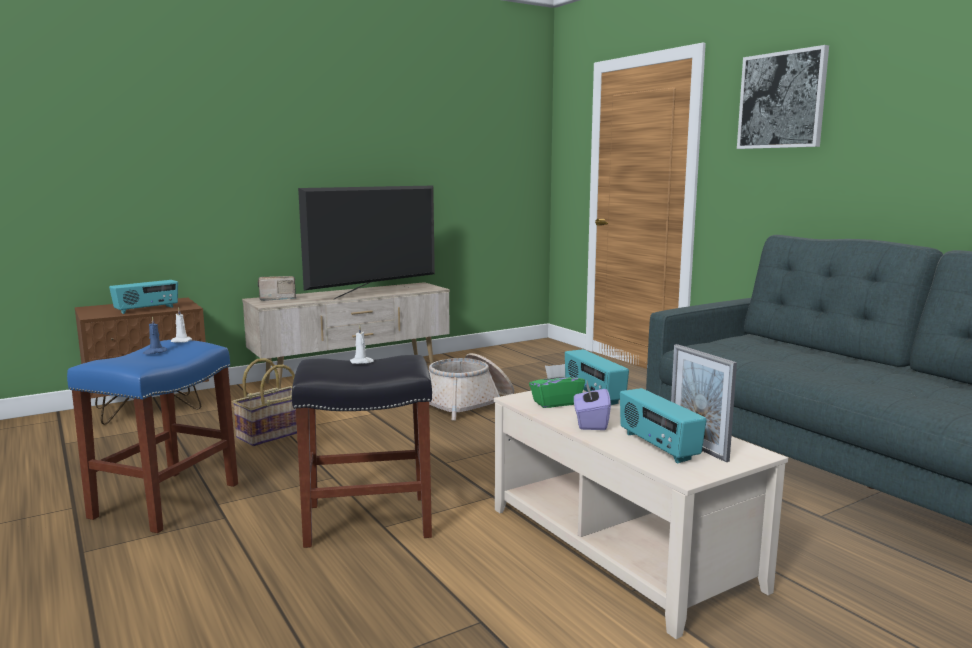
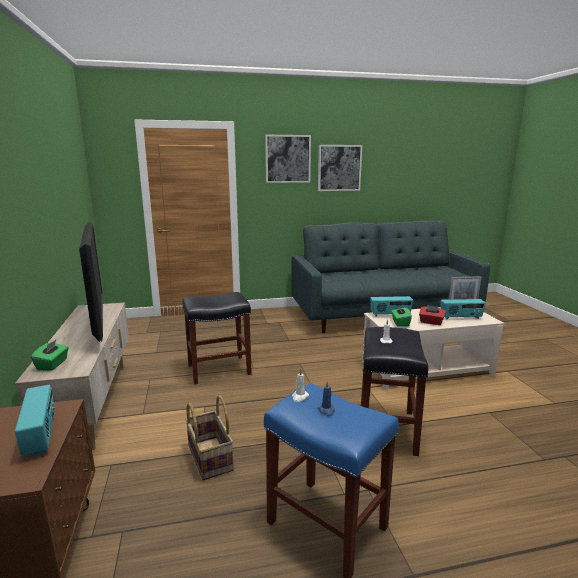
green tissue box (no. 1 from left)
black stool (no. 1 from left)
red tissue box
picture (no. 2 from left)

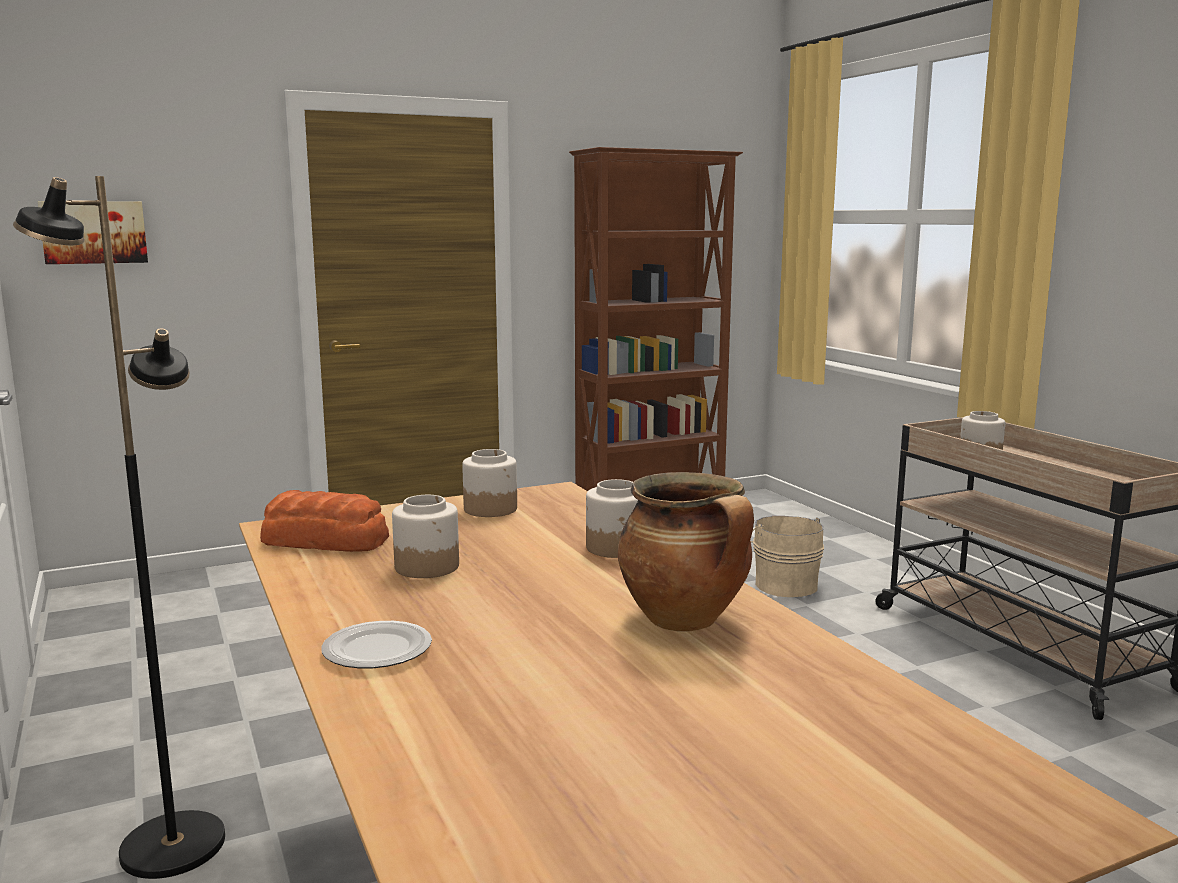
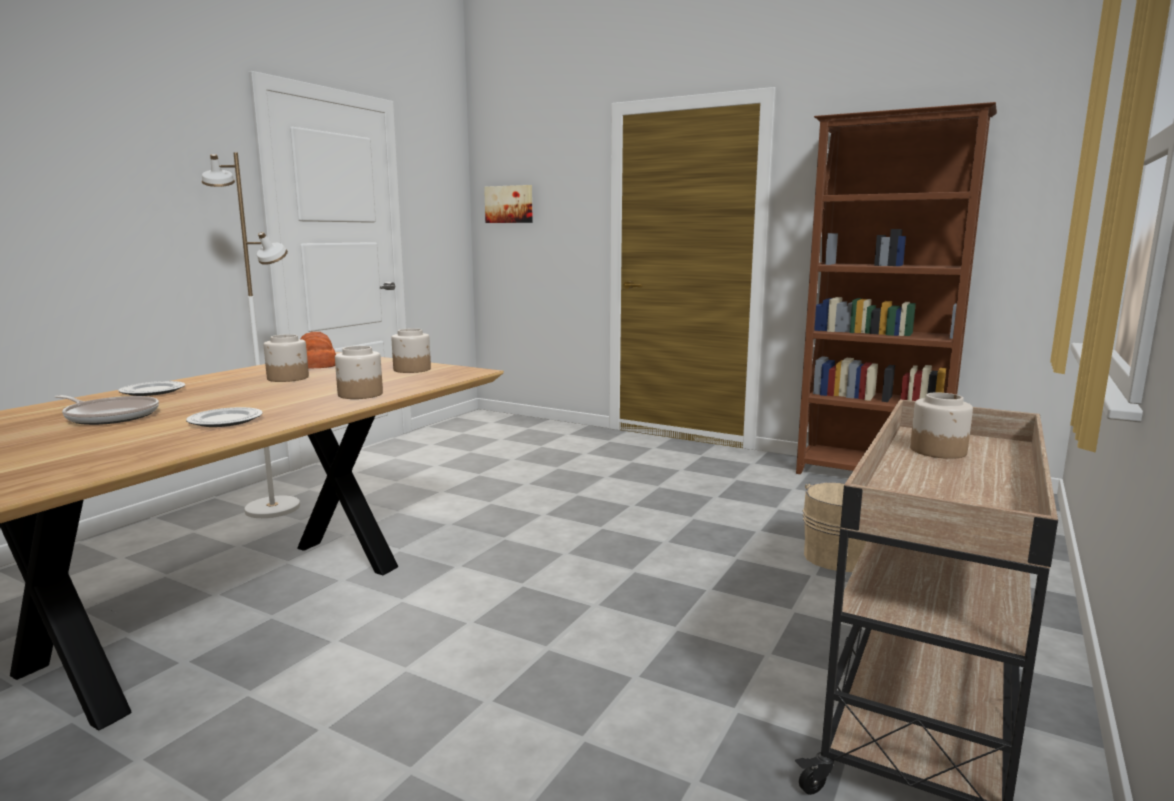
white floor lamp
plate (no. 2 from left)
frying pan

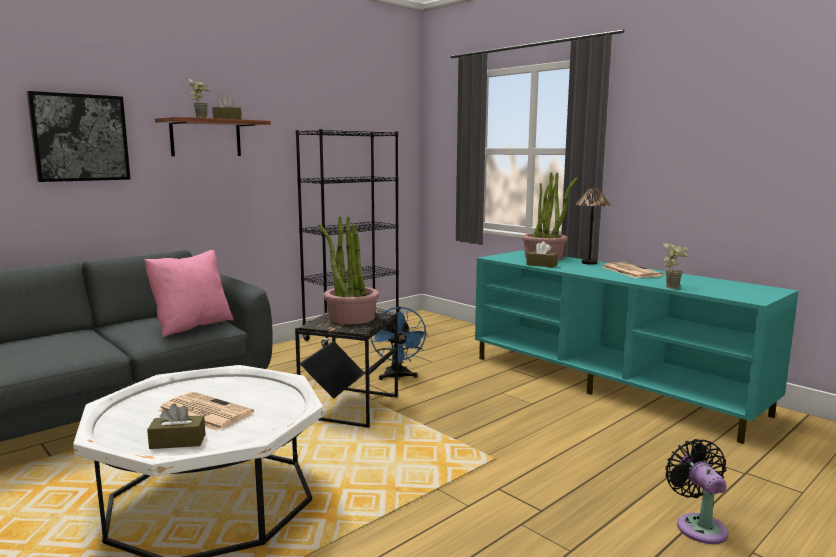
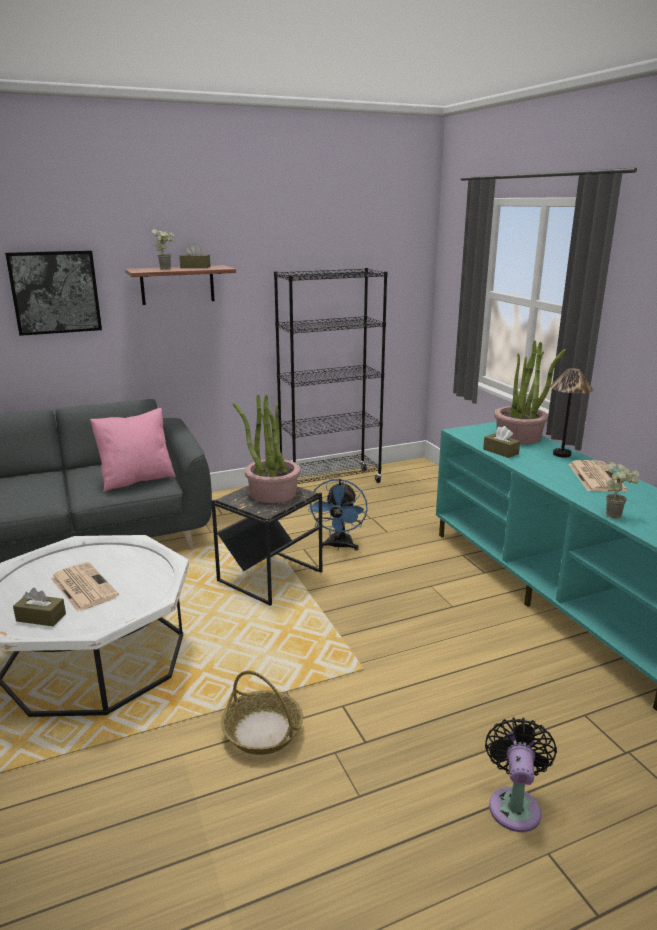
basket

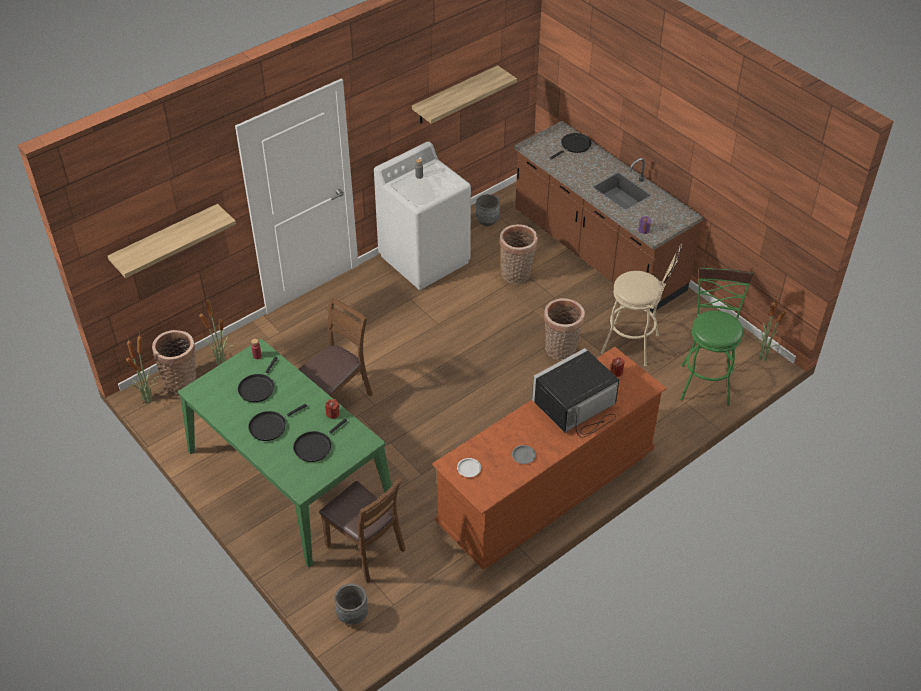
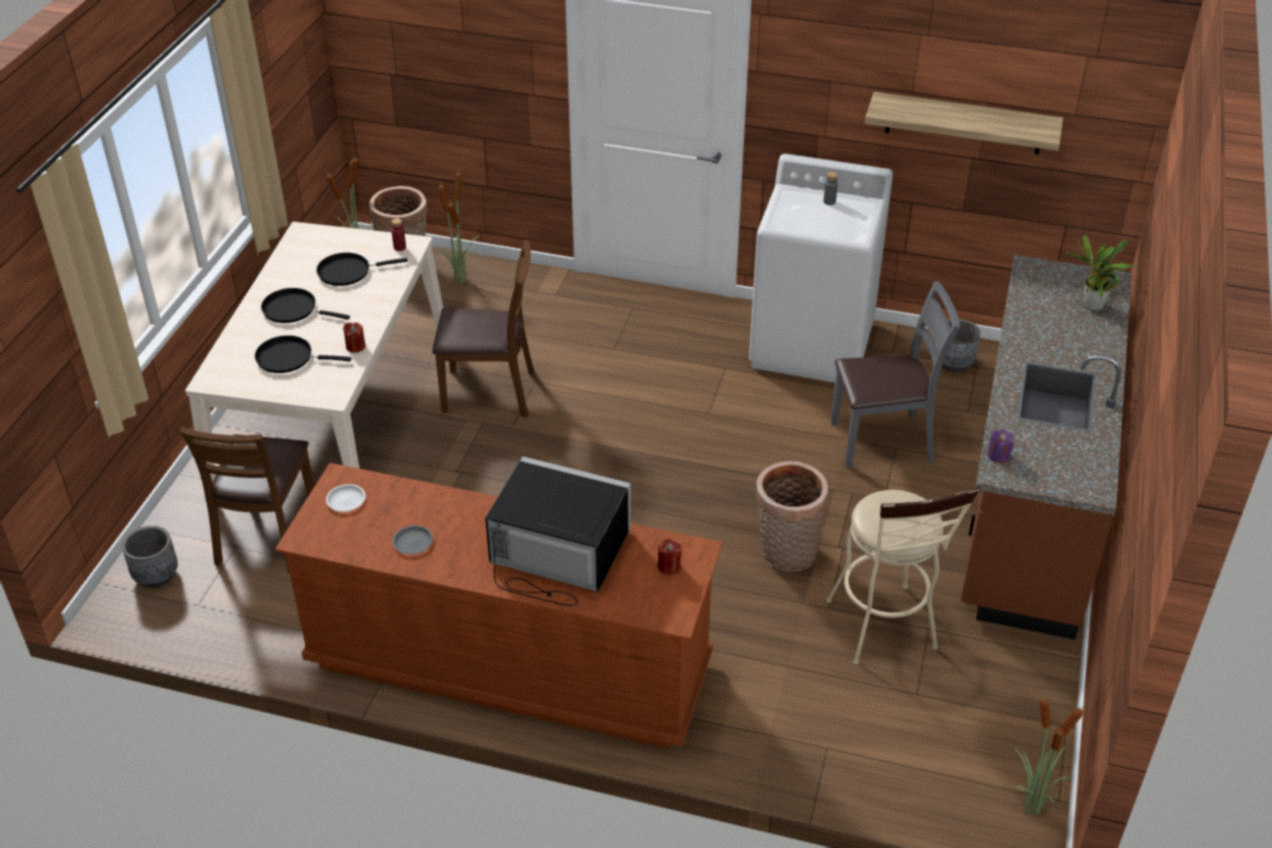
shelf (no. 1 from left in the first image)
beige dining table
grey chair
potted plant (no. 4 from left)
green stool

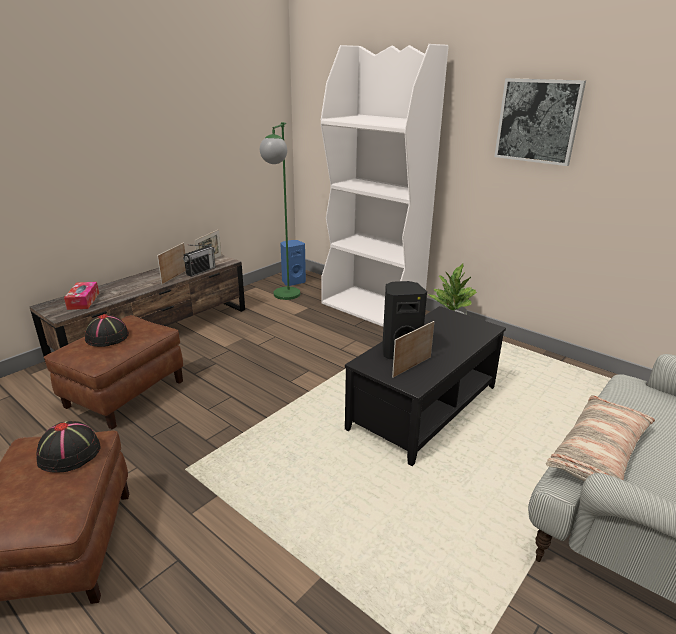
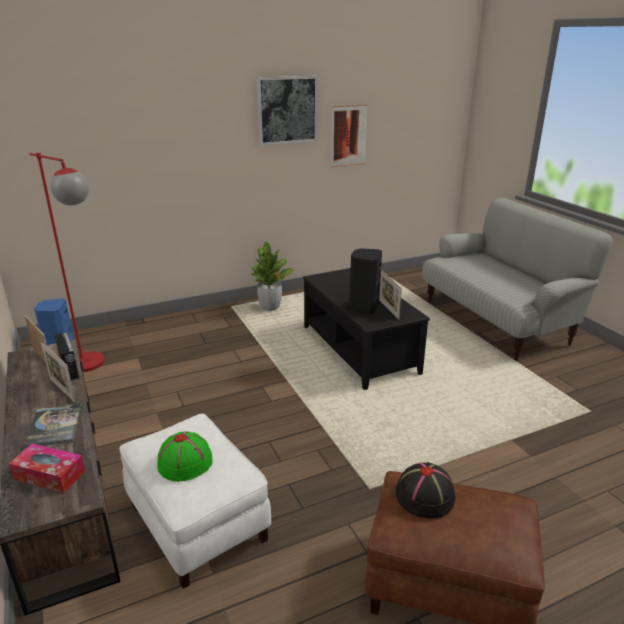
white ottoman
green hat
red floor lamp
white bookcase
pillow
book
picture (no. 2 from left)

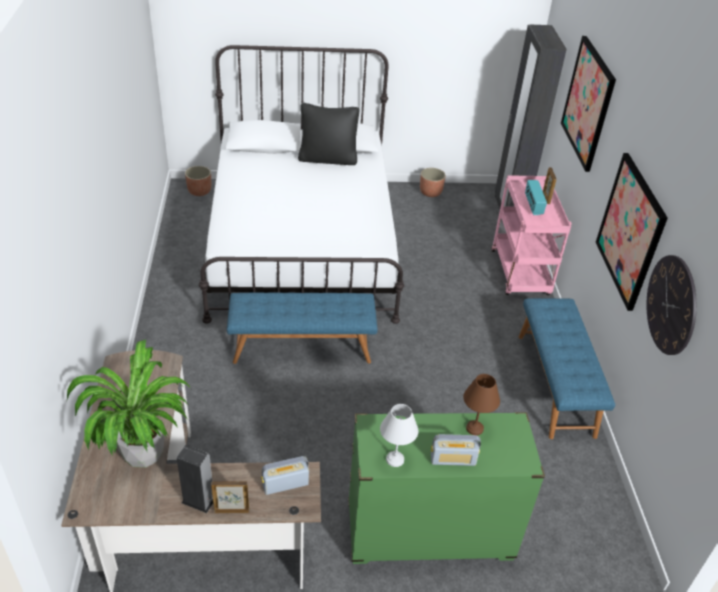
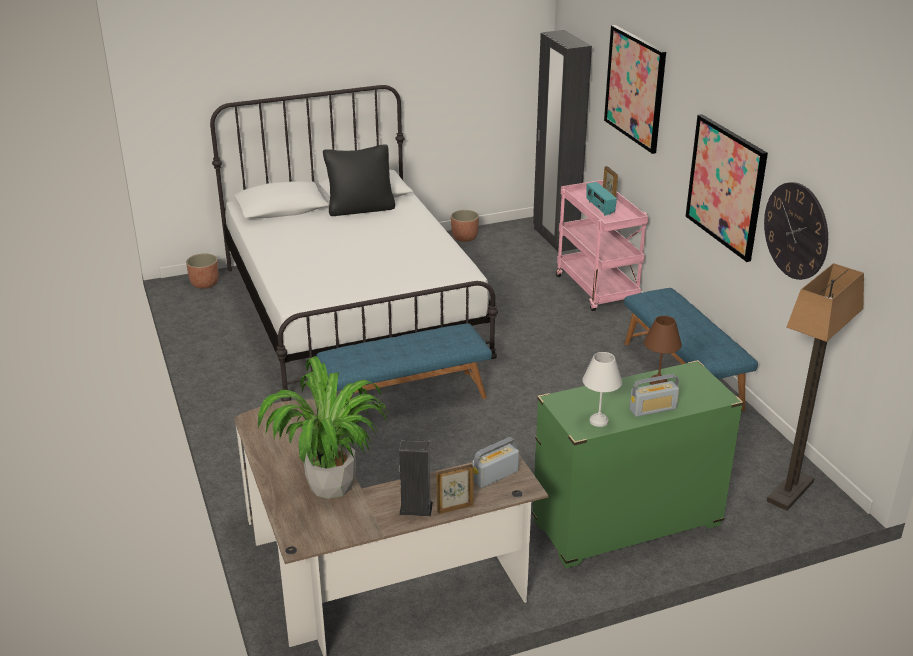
floor lamp

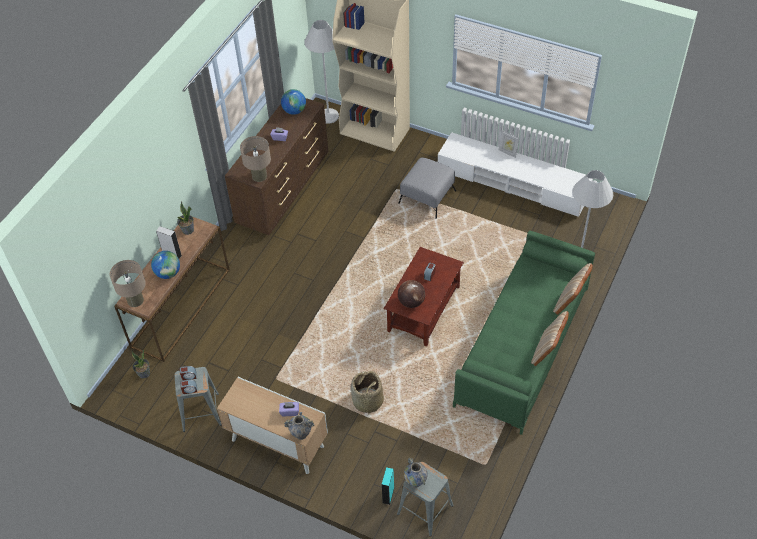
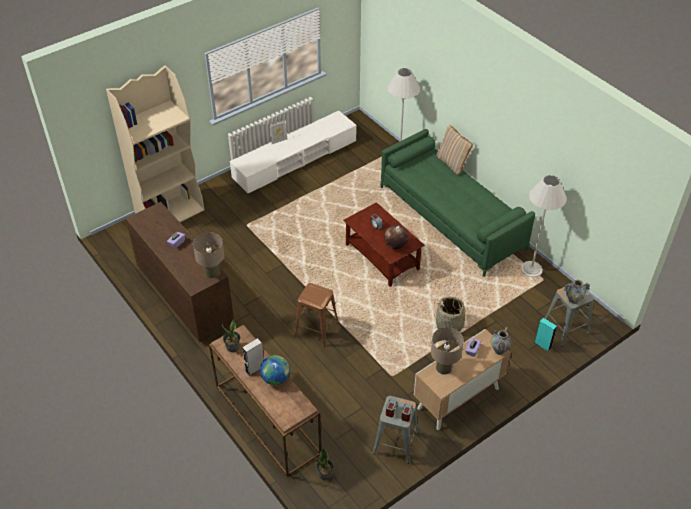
beige table lamp (no. 2 from left)
globe (no. 2 from left in the first image)
white floor lamp (no. 2 from left)
grey ottoman
beige pillow (no. 1 from left in the first image)
brown stool

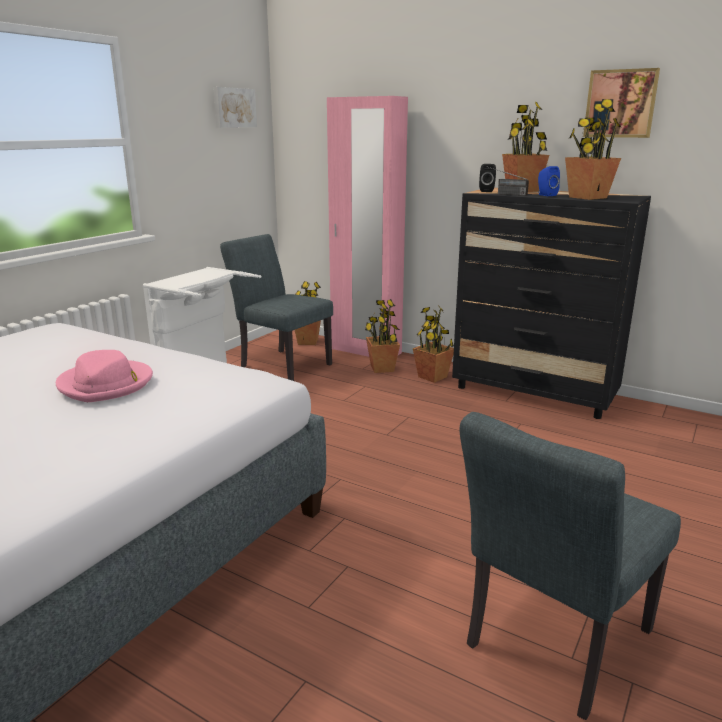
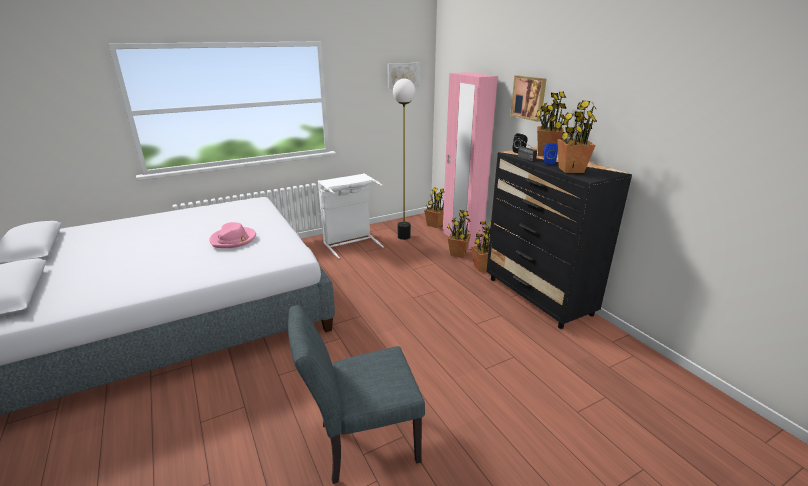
floor lamp
picture (no. 2 from left)

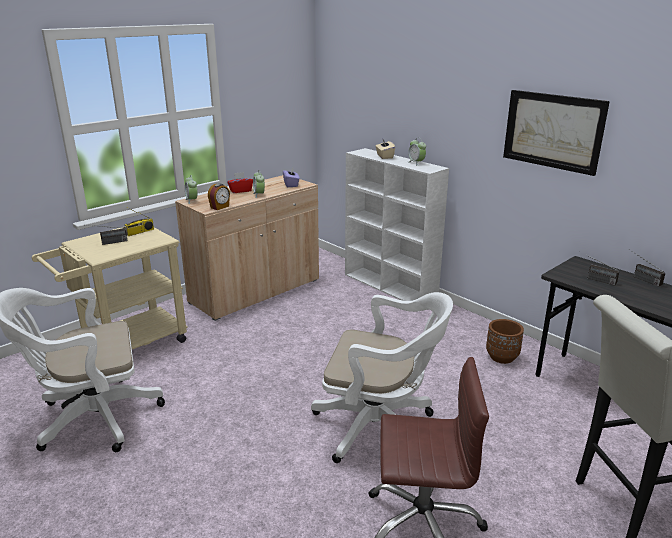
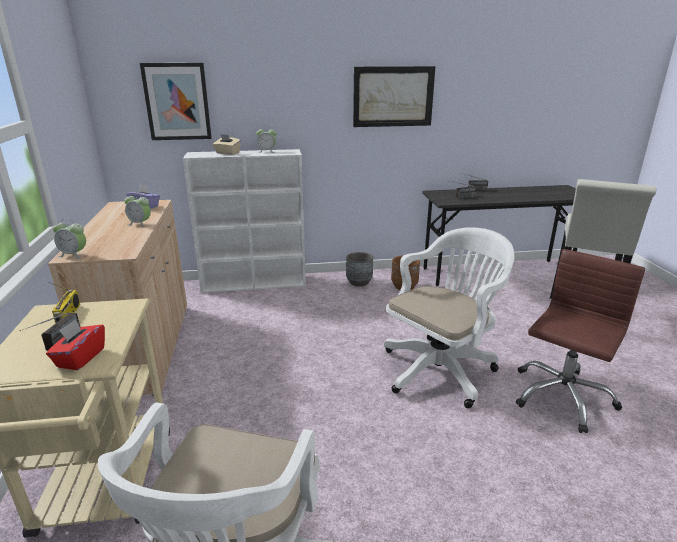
alarm clock (no. 2 from left in the first image)
red tissue box
picture (no. 1 from left)
grey planter

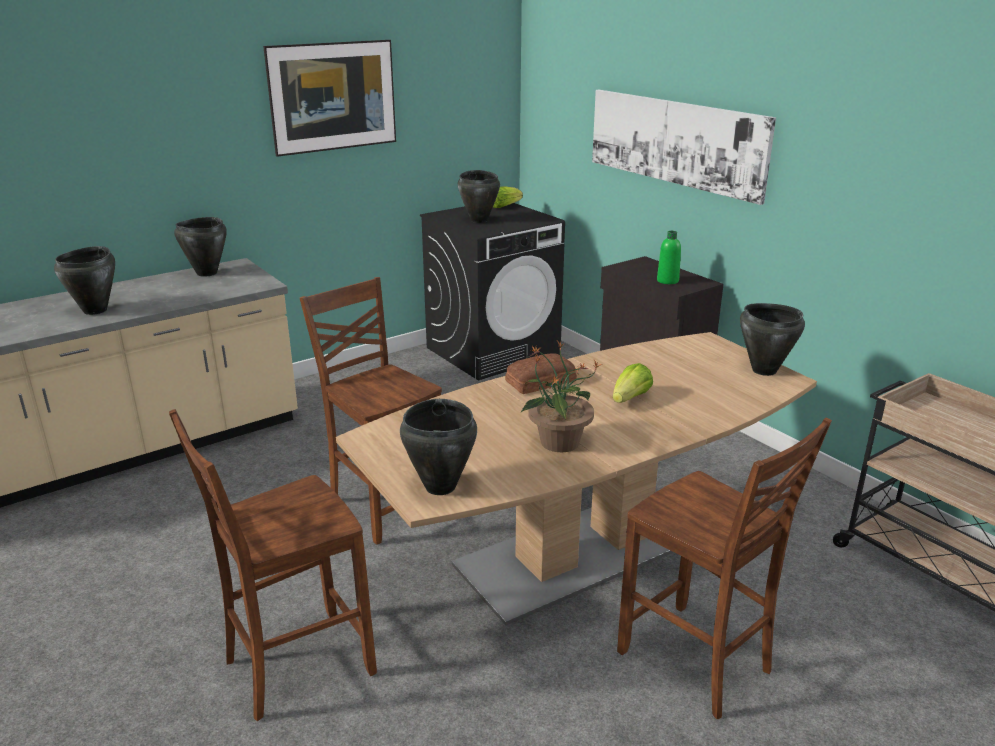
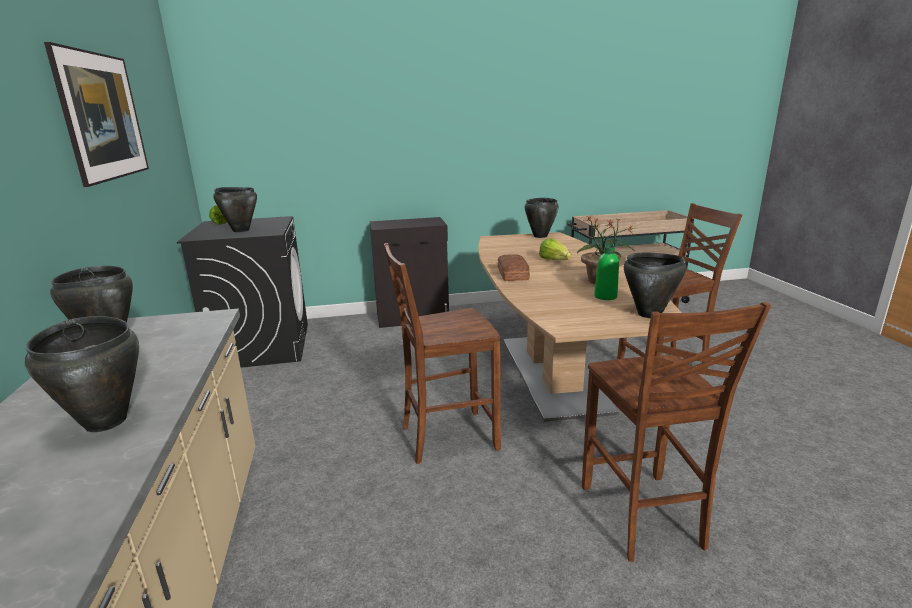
picture (no. 2 from left in the first image)
green bottle

